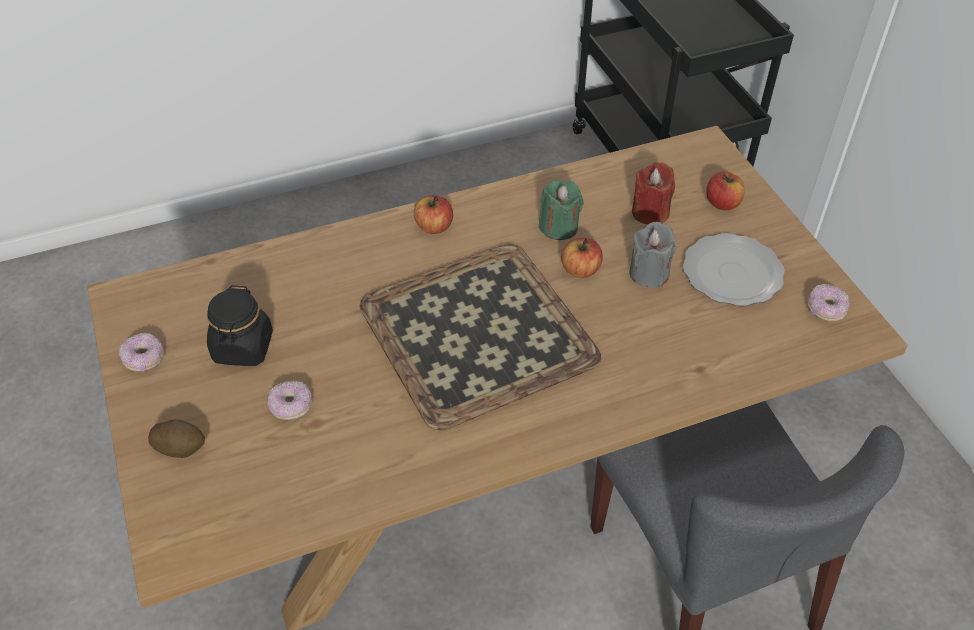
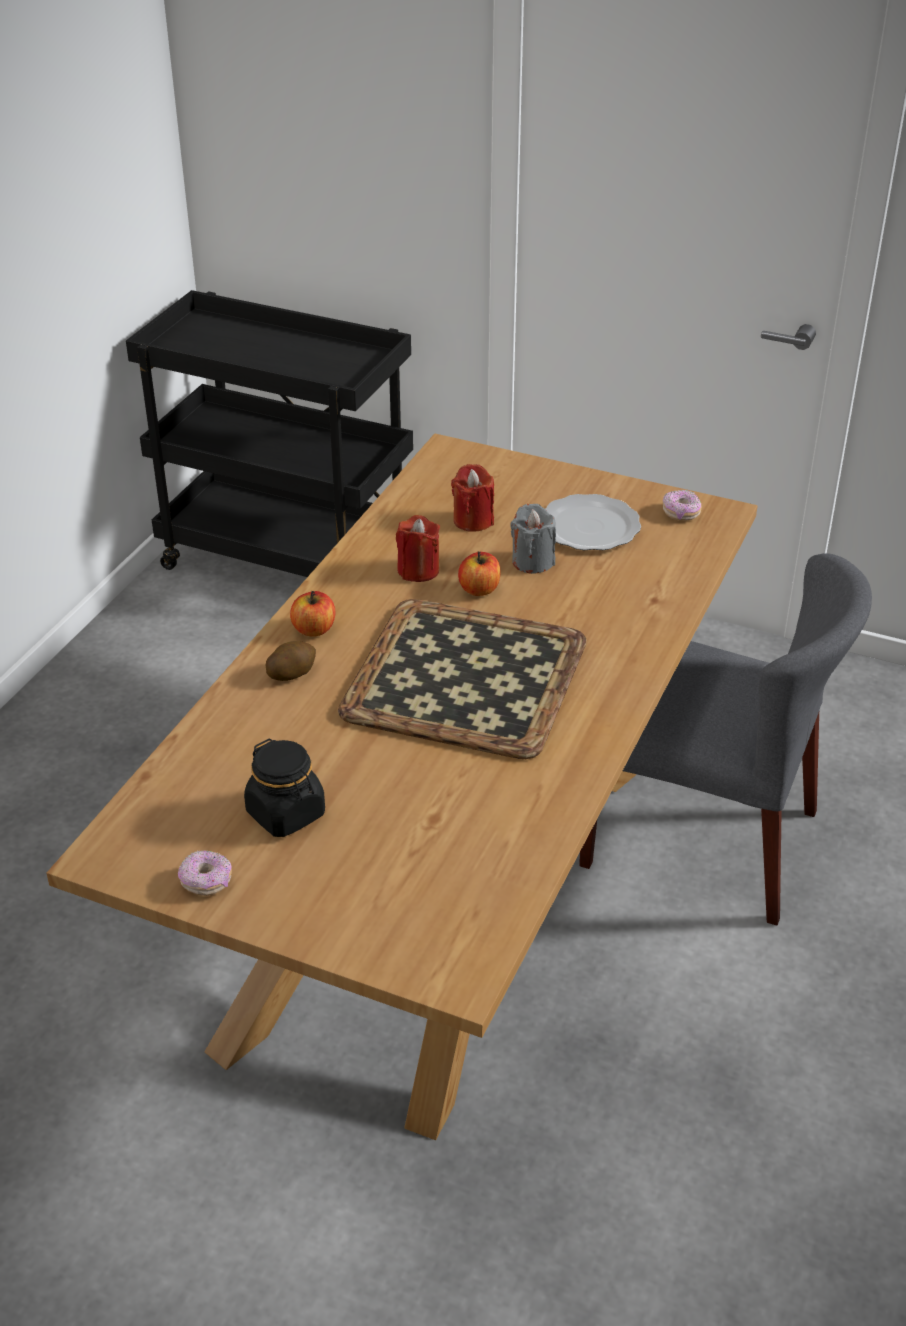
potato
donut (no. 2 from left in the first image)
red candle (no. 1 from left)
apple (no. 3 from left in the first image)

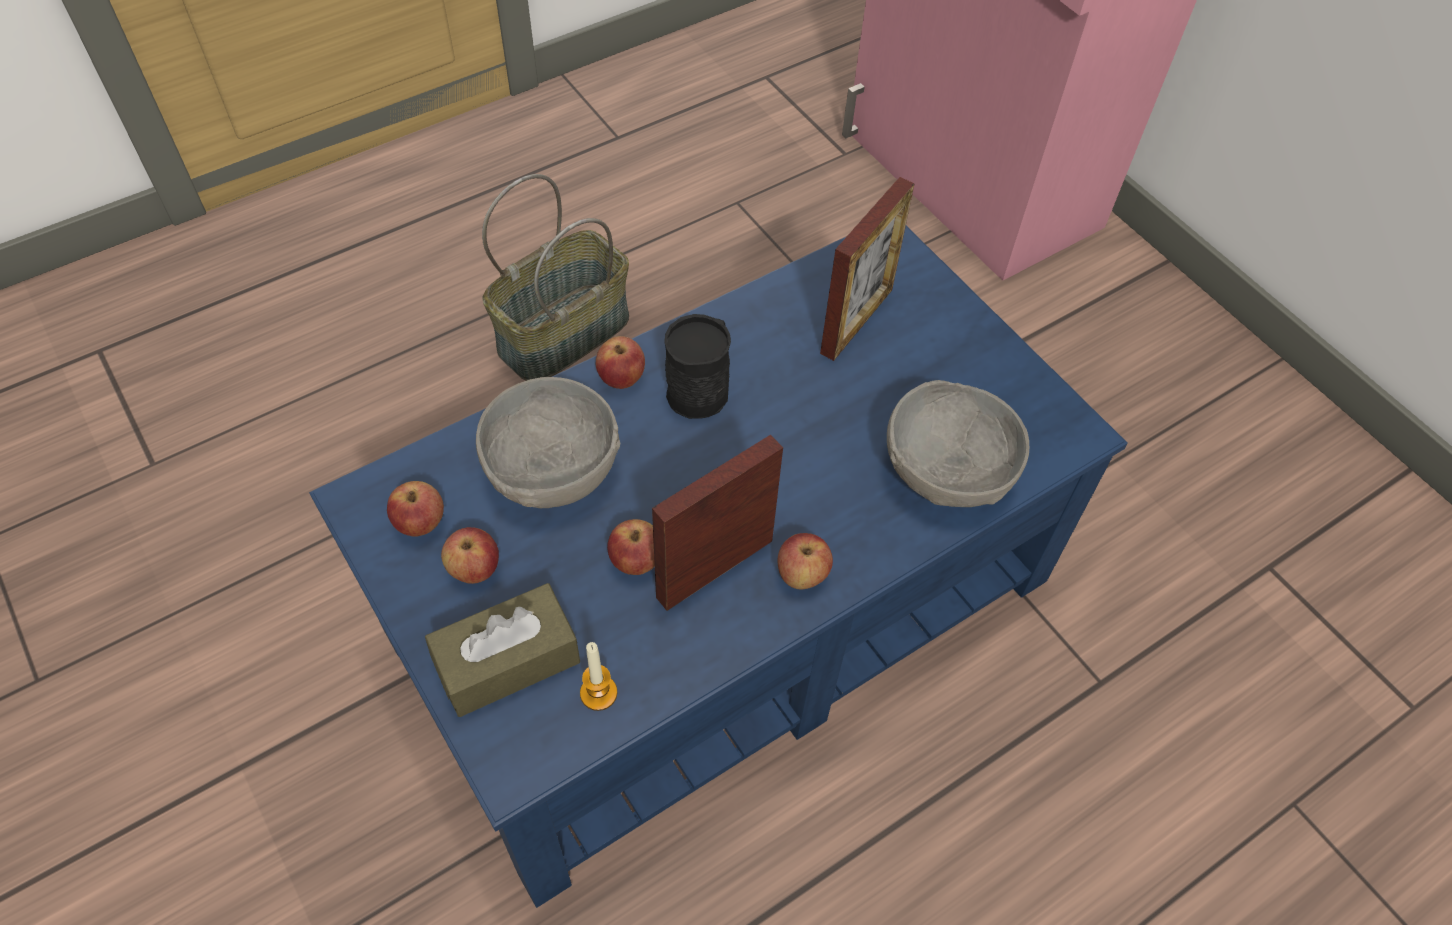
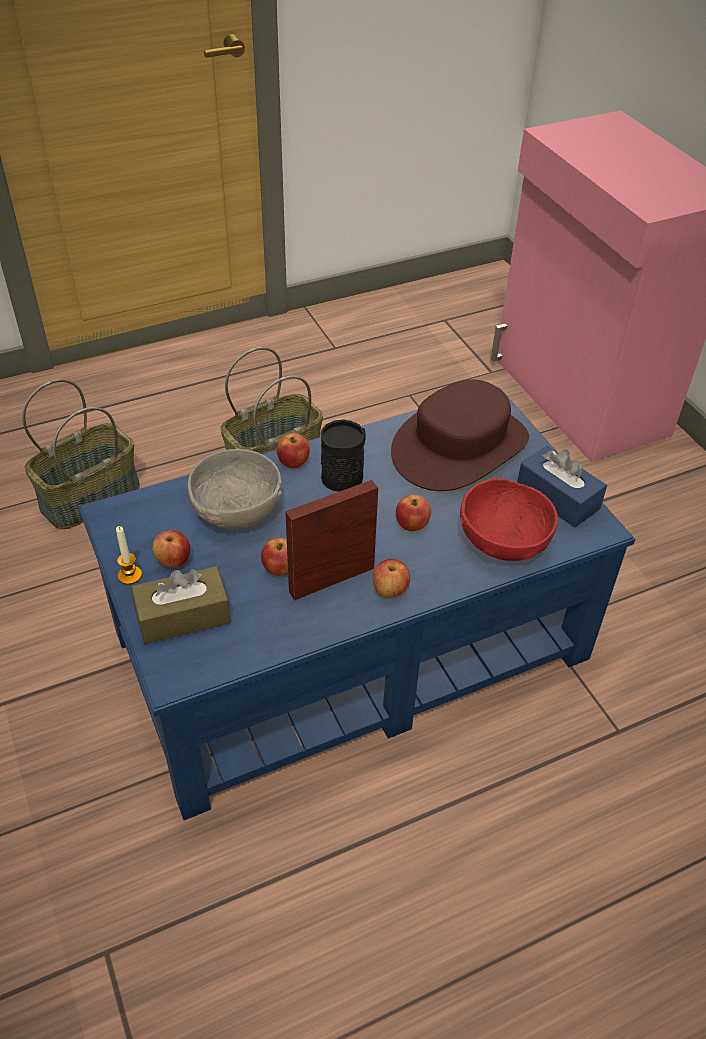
apple (no. 5 from left)
candle
brown hat
red bowl
basket (no. 1 from left)
blue tissue box

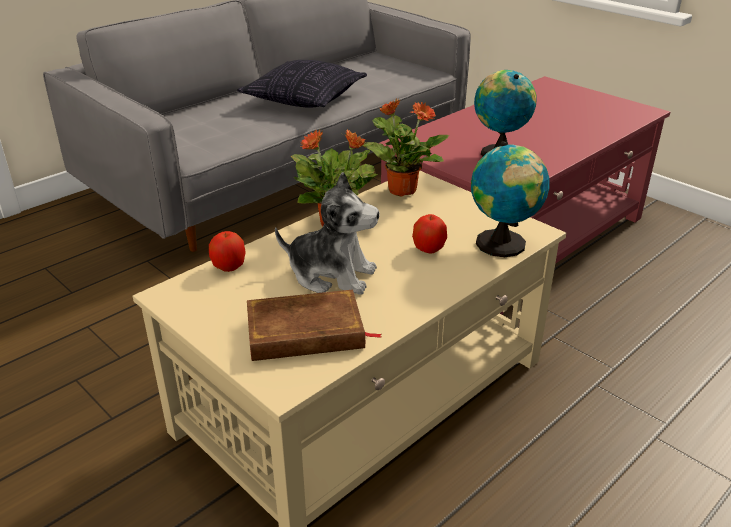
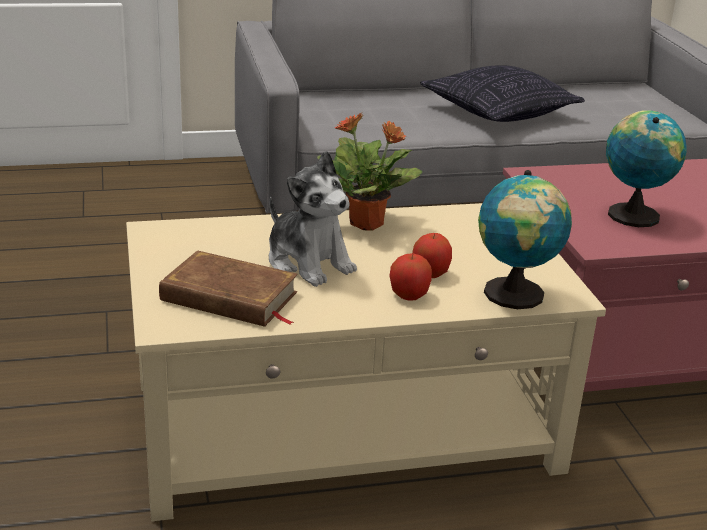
apple (no. 1 from left)
potted plant (no. 2 from left in the first image)

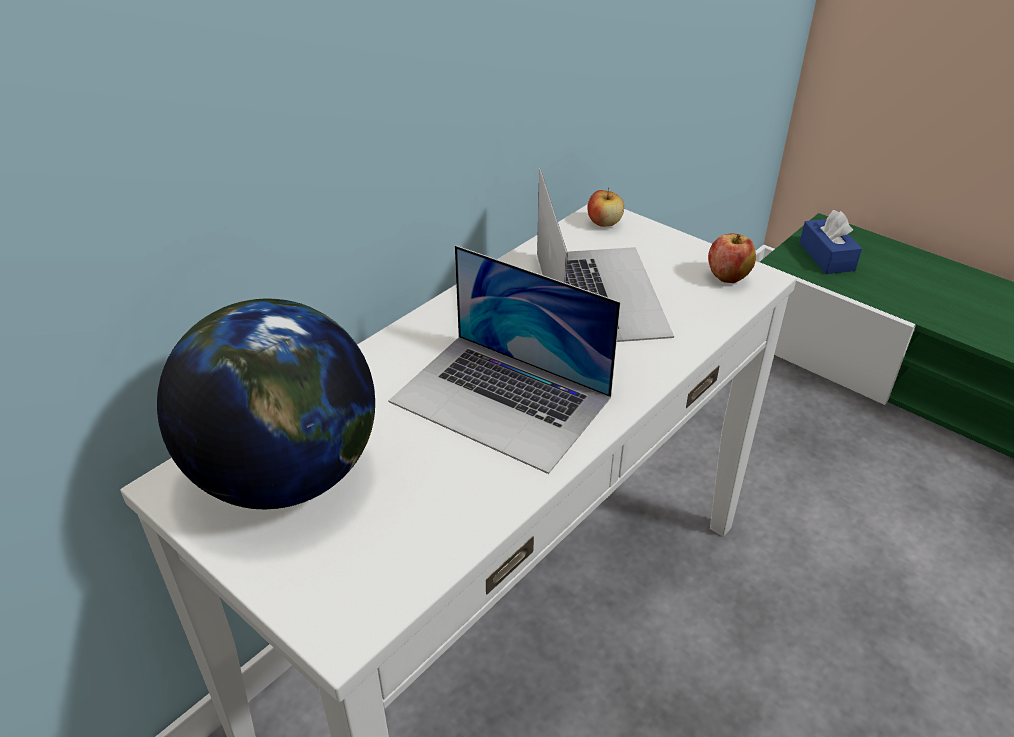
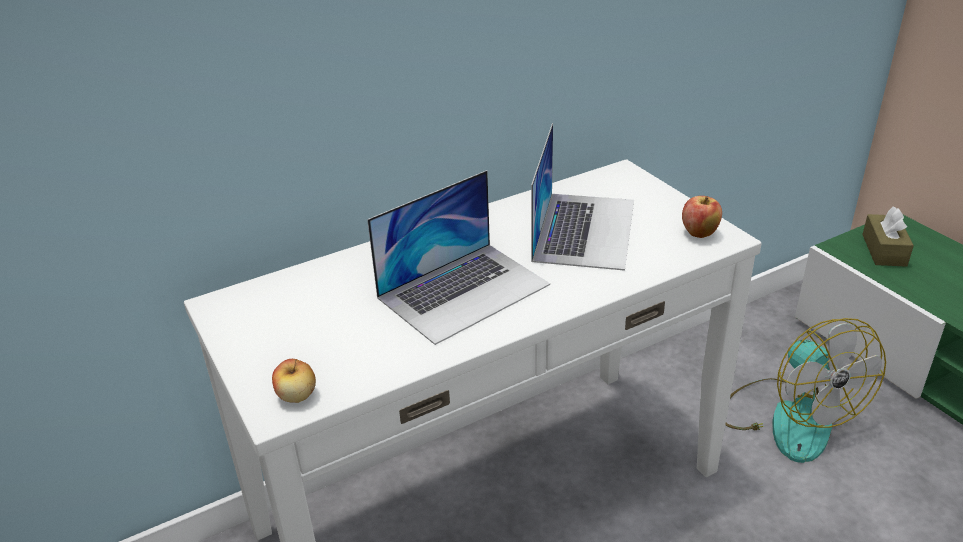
globe
laptop (no. 1 from left)
apple (no. 1 from left)
brown tissue box
fan

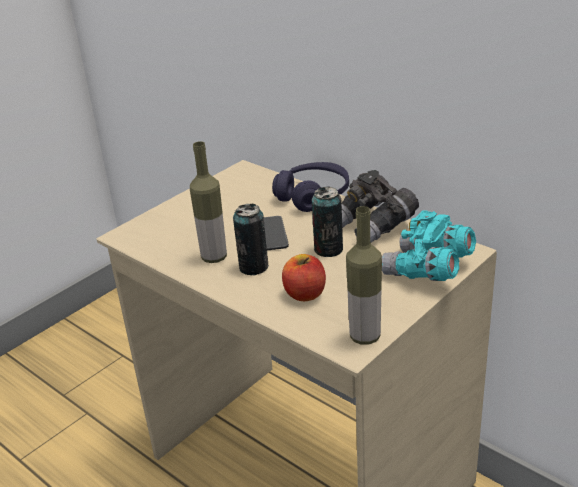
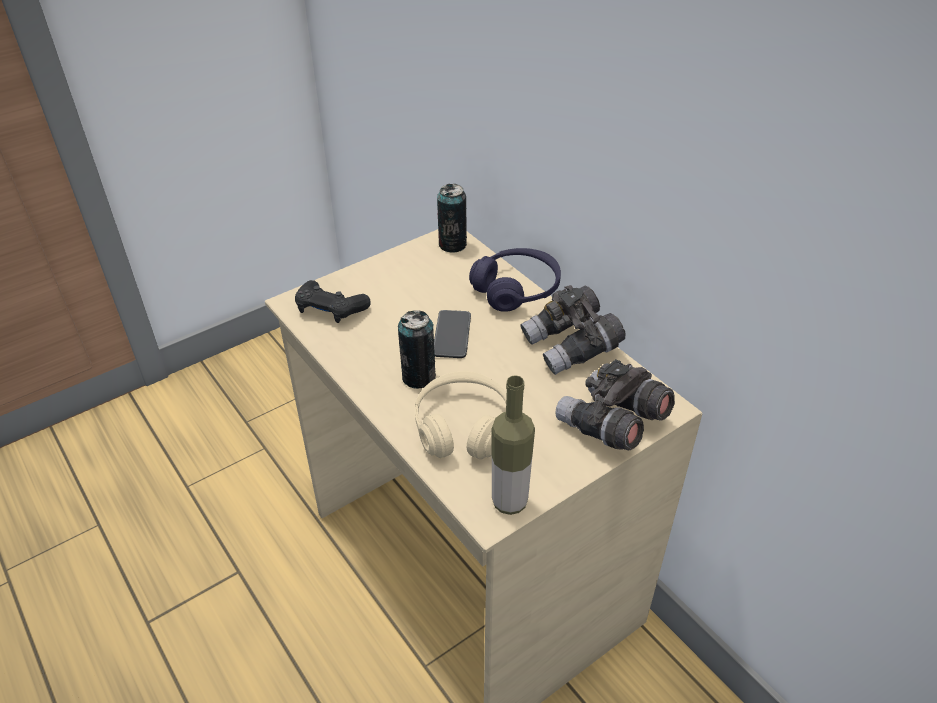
bottle (no. 1 from left in the first image)
beige headphones
can (no. 2 from left)
grey binoculars (no. 2 from left)
black game controller

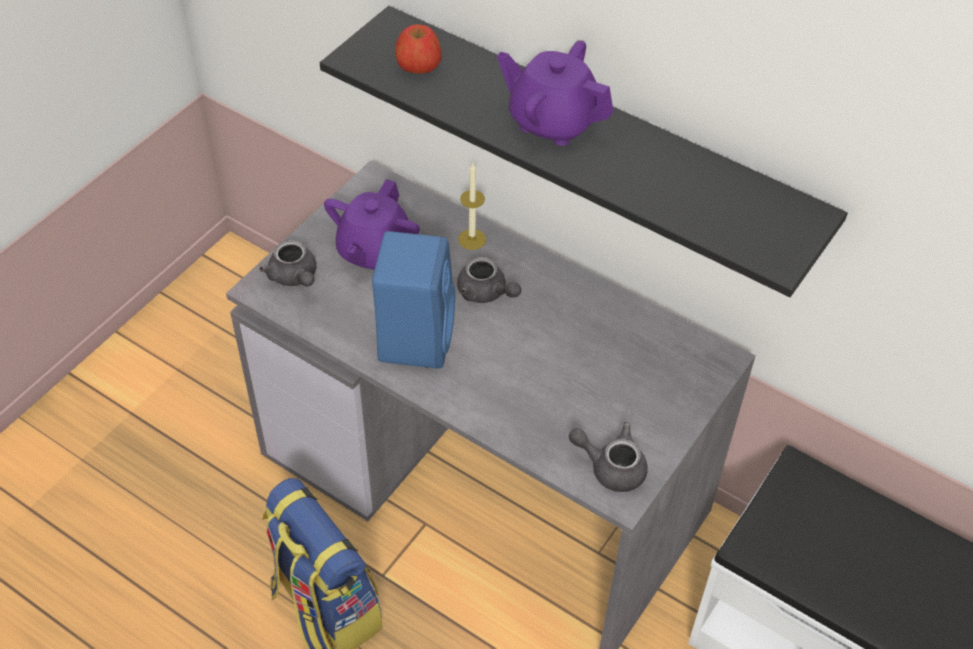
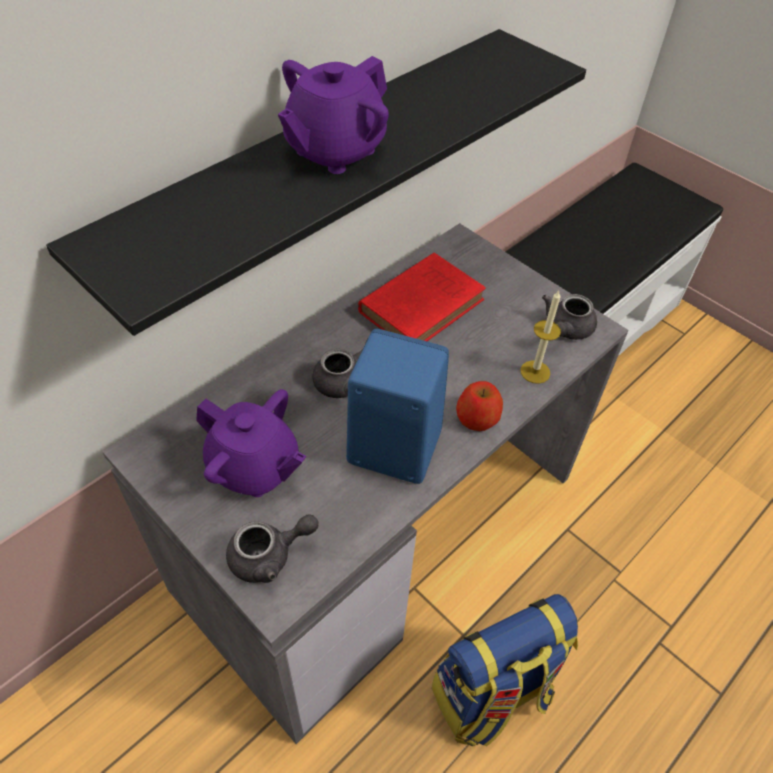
apple
candle
red book

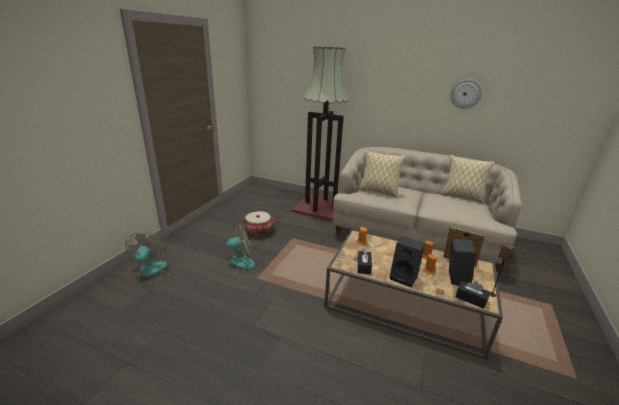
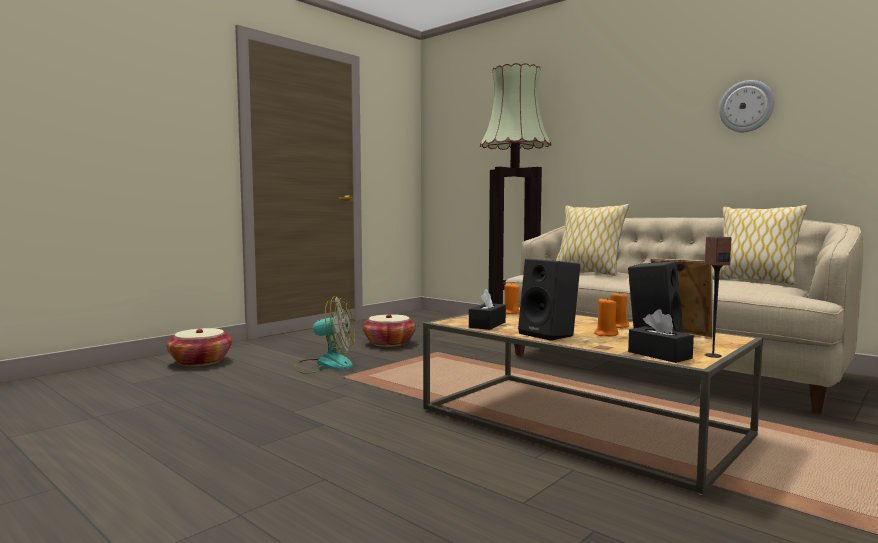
basket (no. 1 from left)

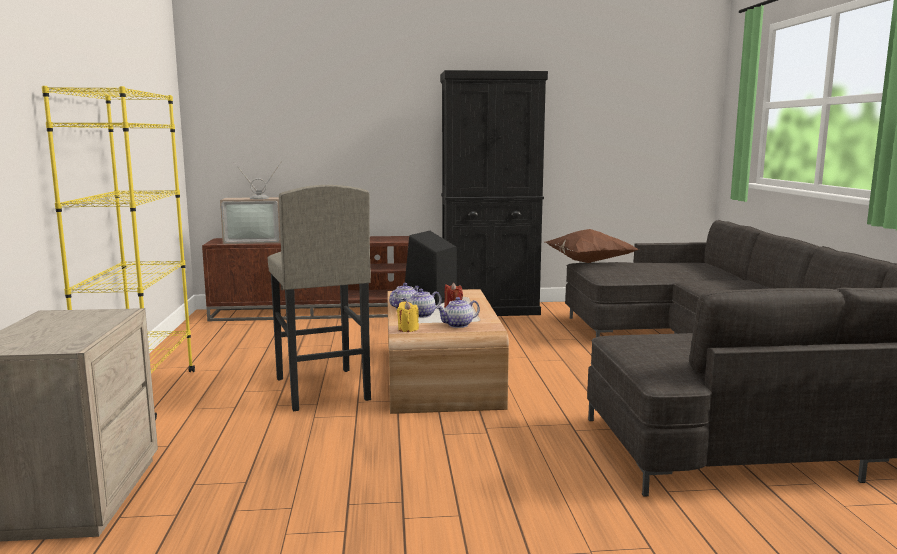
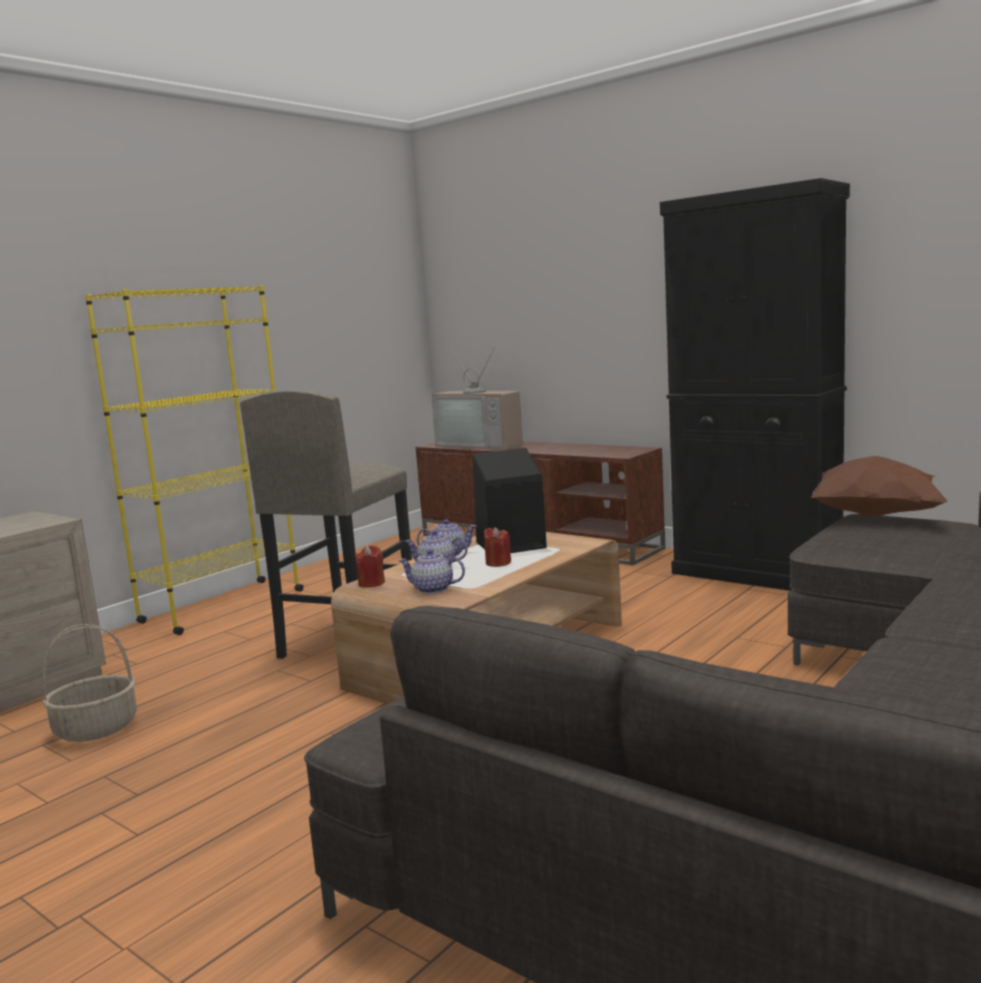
red candle (no. 1 from left)
basket

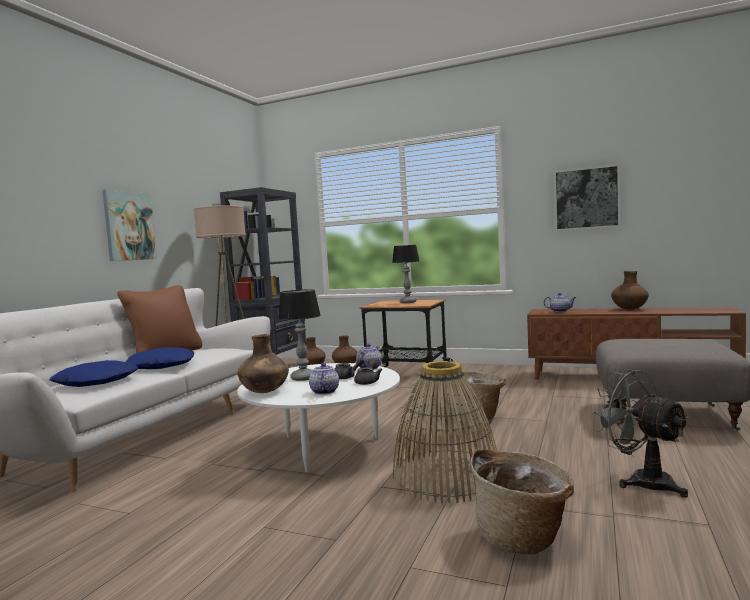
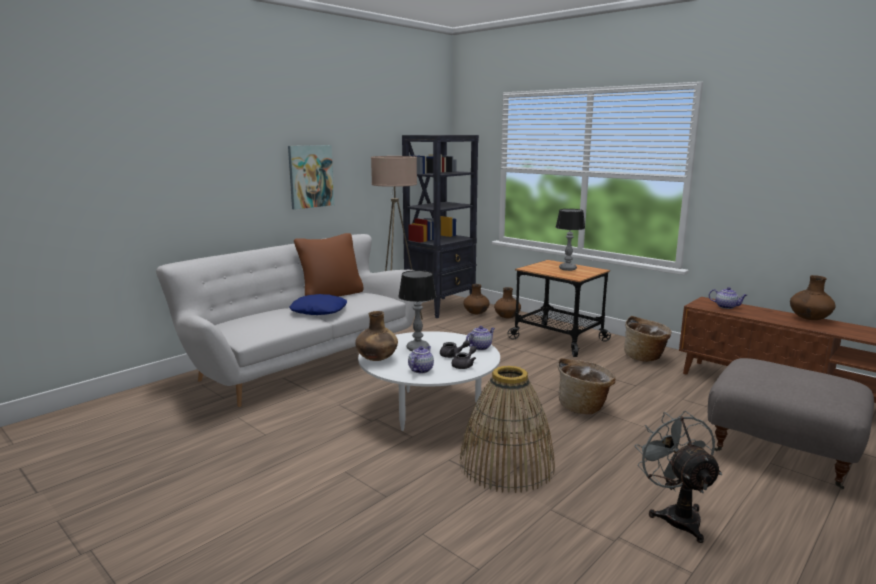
blue pillow (no. 1 from left in the first image)
basket (no. 3 from left)
picture (no. 2 from left in the first image)

